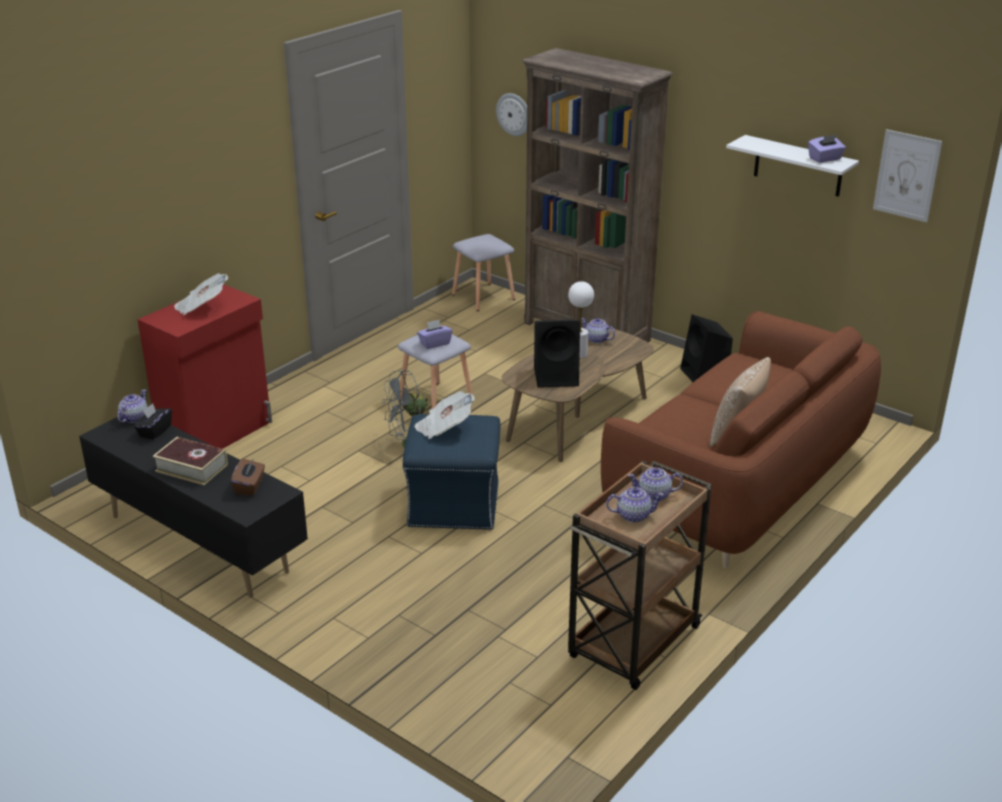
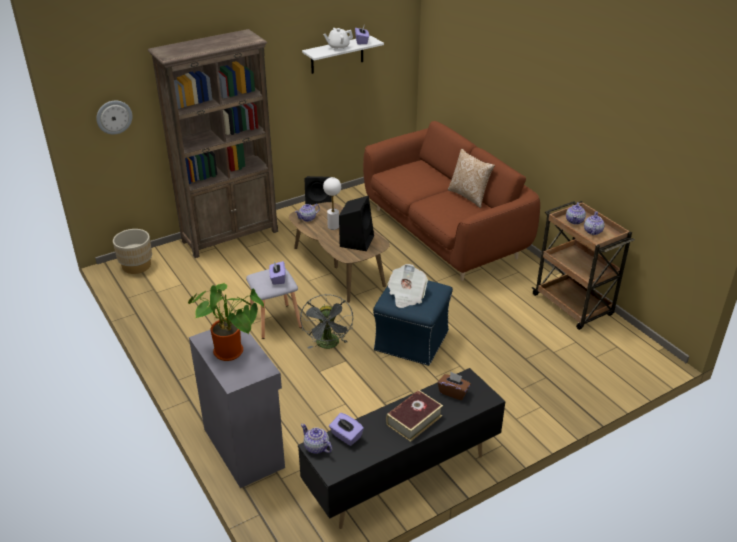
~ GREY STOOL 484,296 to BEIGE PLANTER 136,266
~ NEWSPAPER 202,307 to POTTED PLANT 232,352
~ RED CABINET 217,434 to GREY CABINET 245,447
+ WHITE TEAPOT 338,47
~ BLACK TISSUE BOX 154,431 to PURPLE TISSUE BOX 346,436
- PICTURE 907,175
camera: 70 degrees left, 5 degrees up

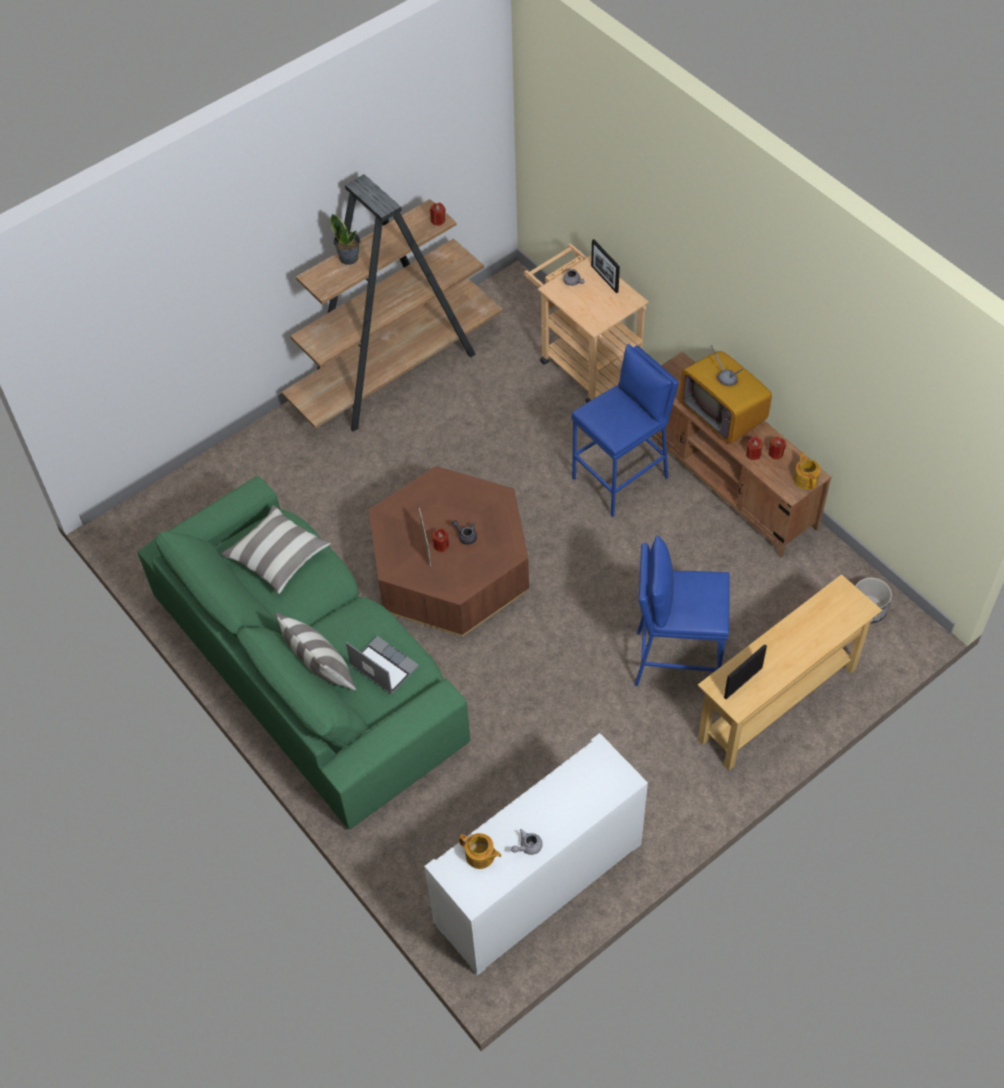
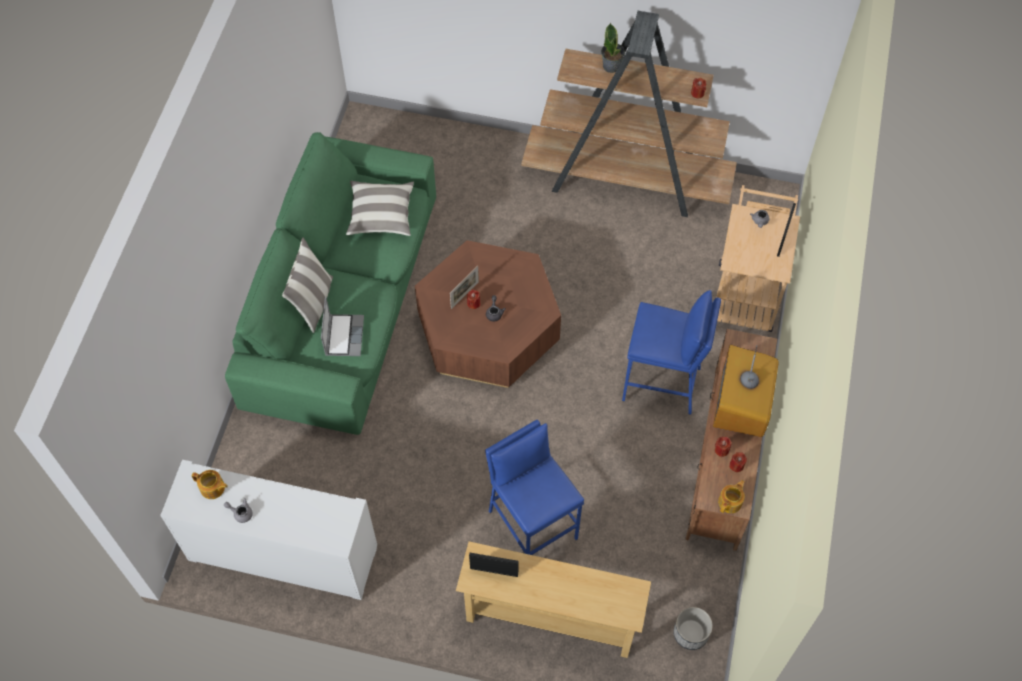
~ TEAPOT 480,856 = 213,488 60 degrees counterclockwise
camera: 50 degrees right, 5 degrees up

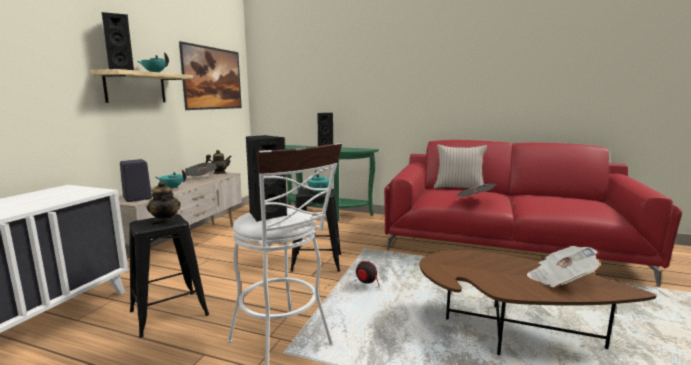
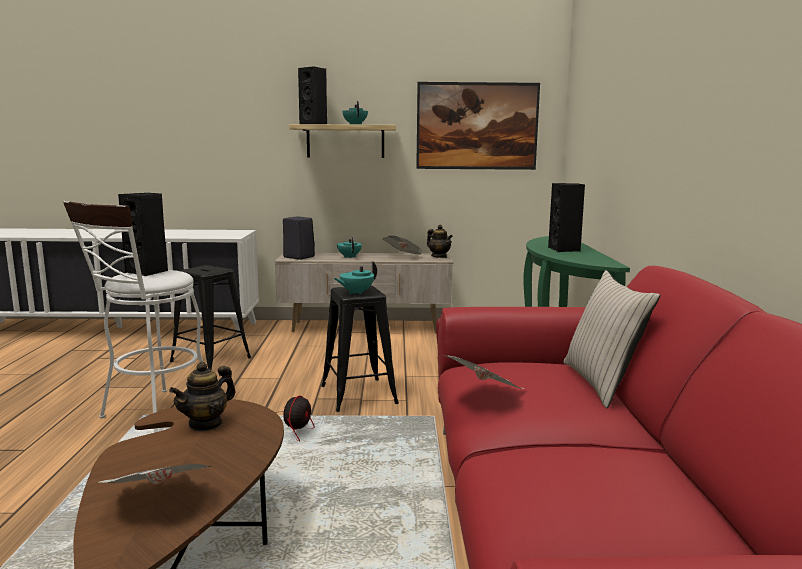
~ TEAPOT 165,220 to 206,424
camera: 70 degrees right, 0 degrees up

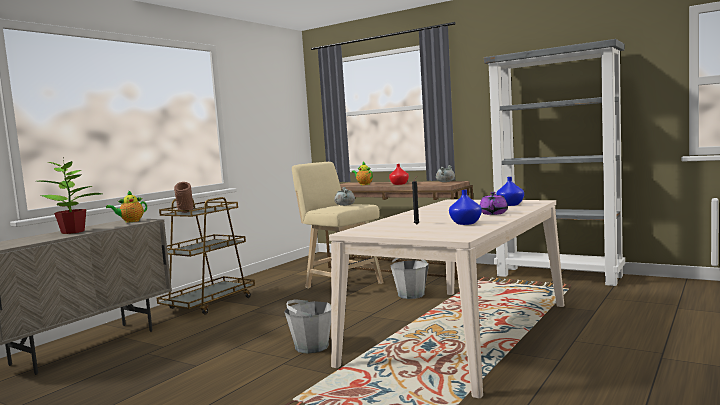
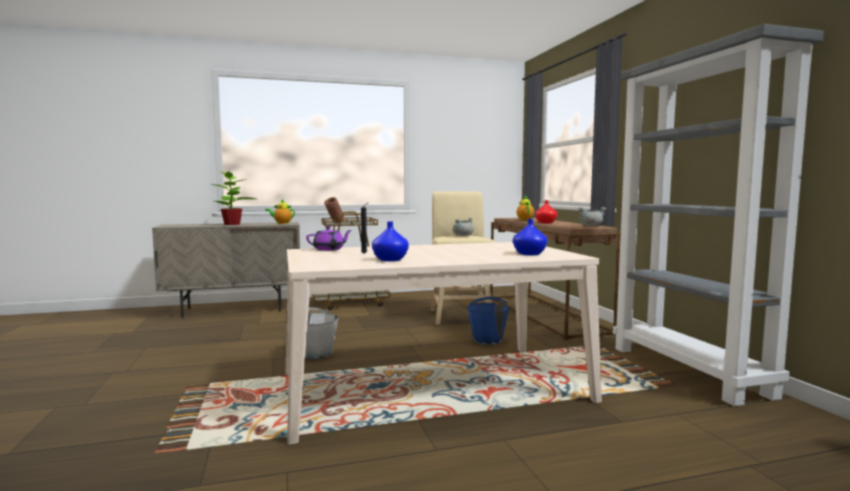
~ PURPLE TEAPOT 493,213 to 329,249
~ GREY BUCKET 411,295 to BLUE BUCKET 487,340
camera: 40 degrees right, 0 degrees up

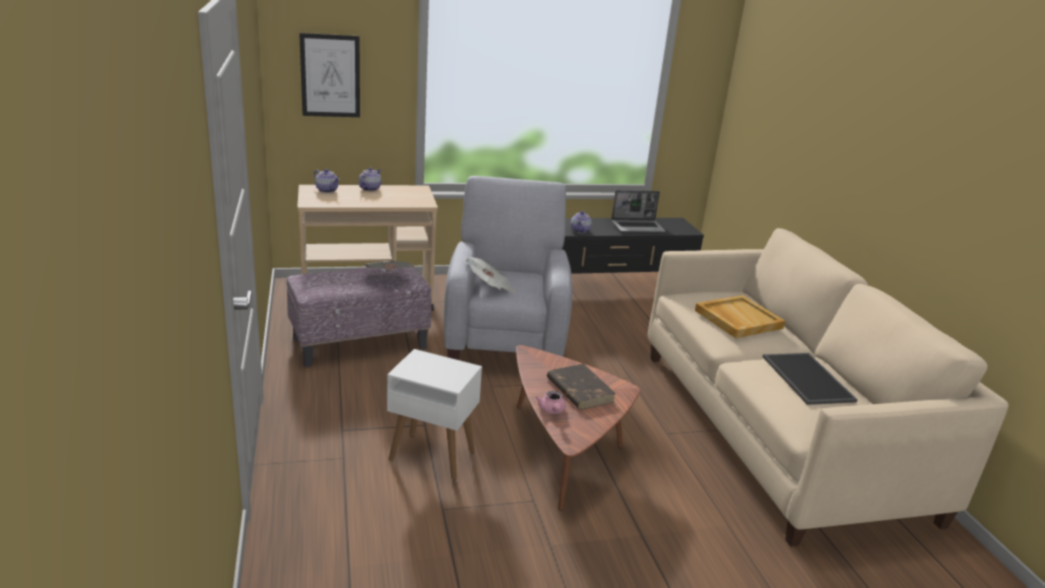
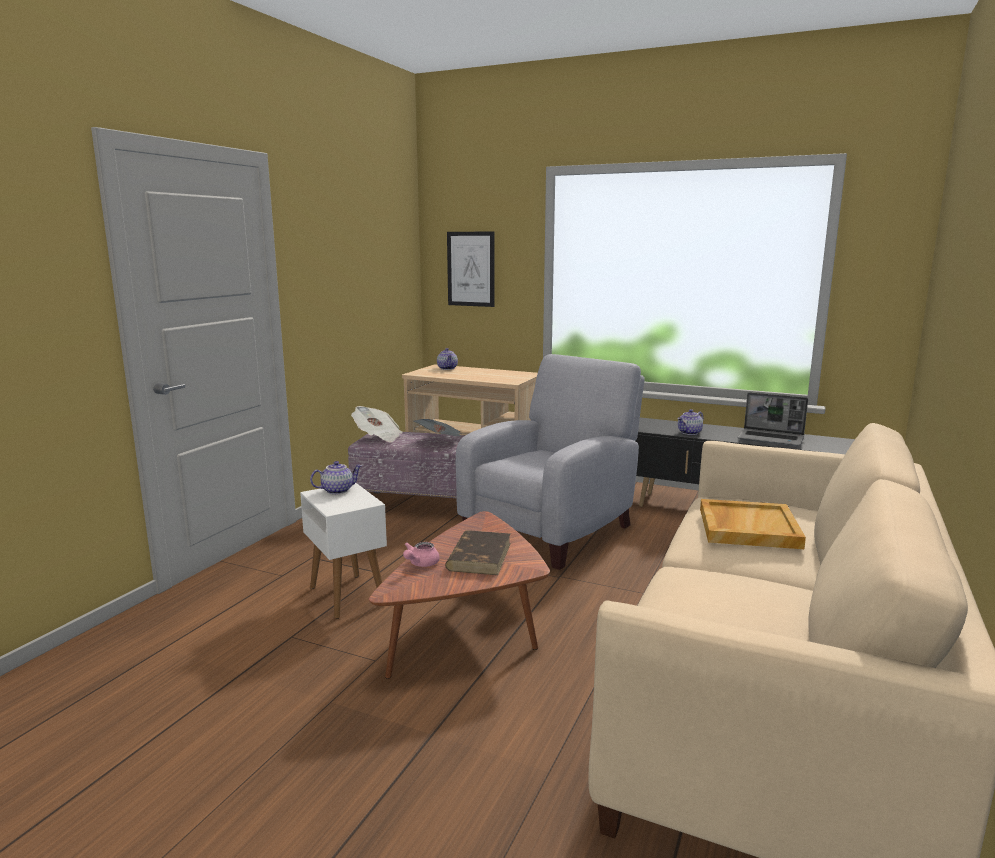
~ TEAPOT 369,188 to 337,490
~ NEWSPAPER 489,288 to 378,437
- TRAY 805,378
camera: 40 degrees right, 10 degrees down

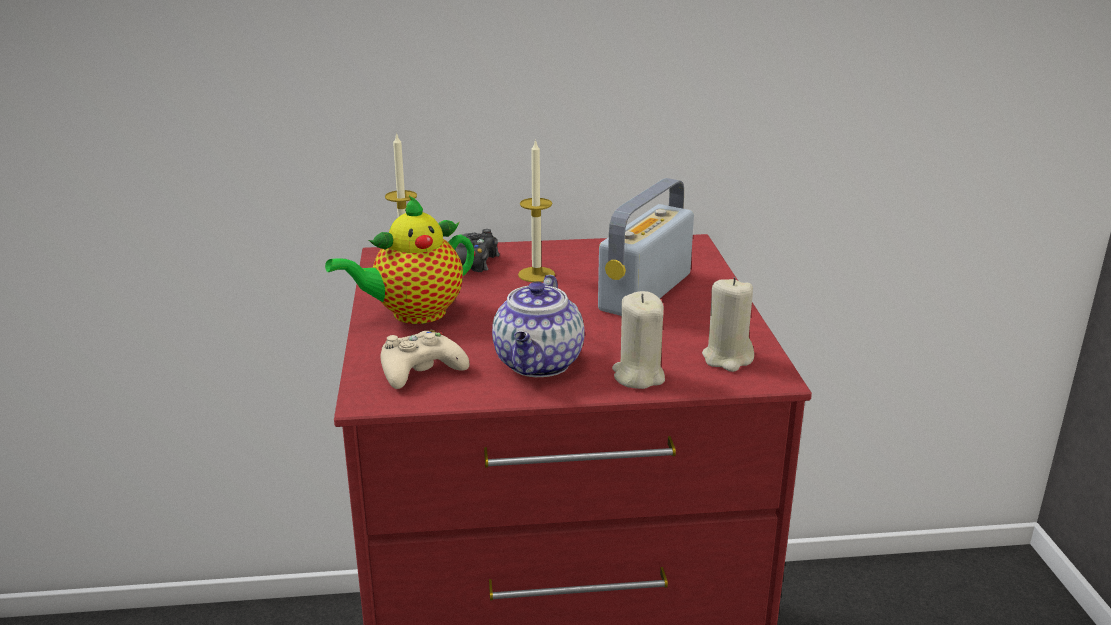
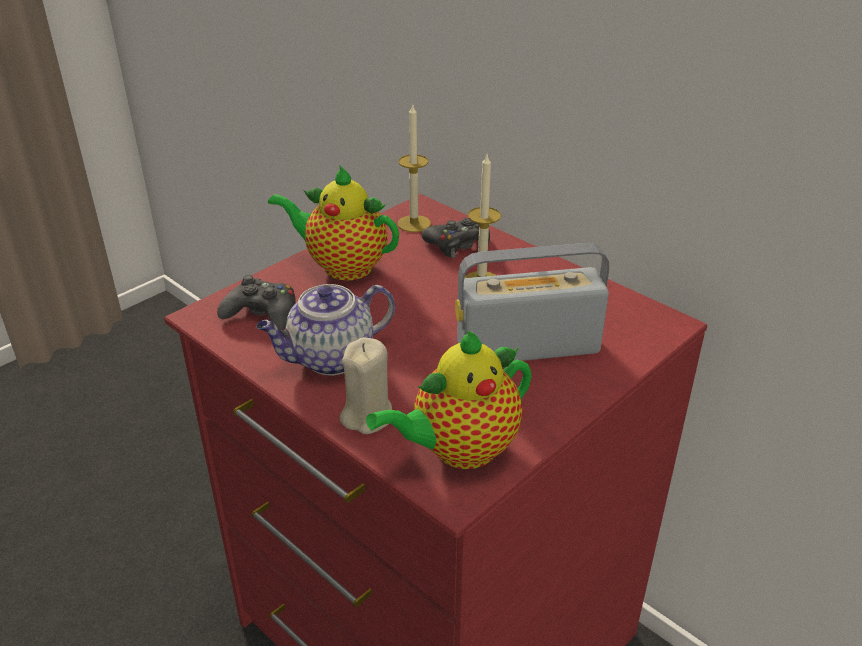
~ BEIGE GAME CONTROLLER 420,370 to BLACK GAME CONTROLLER 262,314
~ BEIGE CANDLE 727,358 to TEAPOT 459,450
camera: 50 degrees right, 10 degrees up

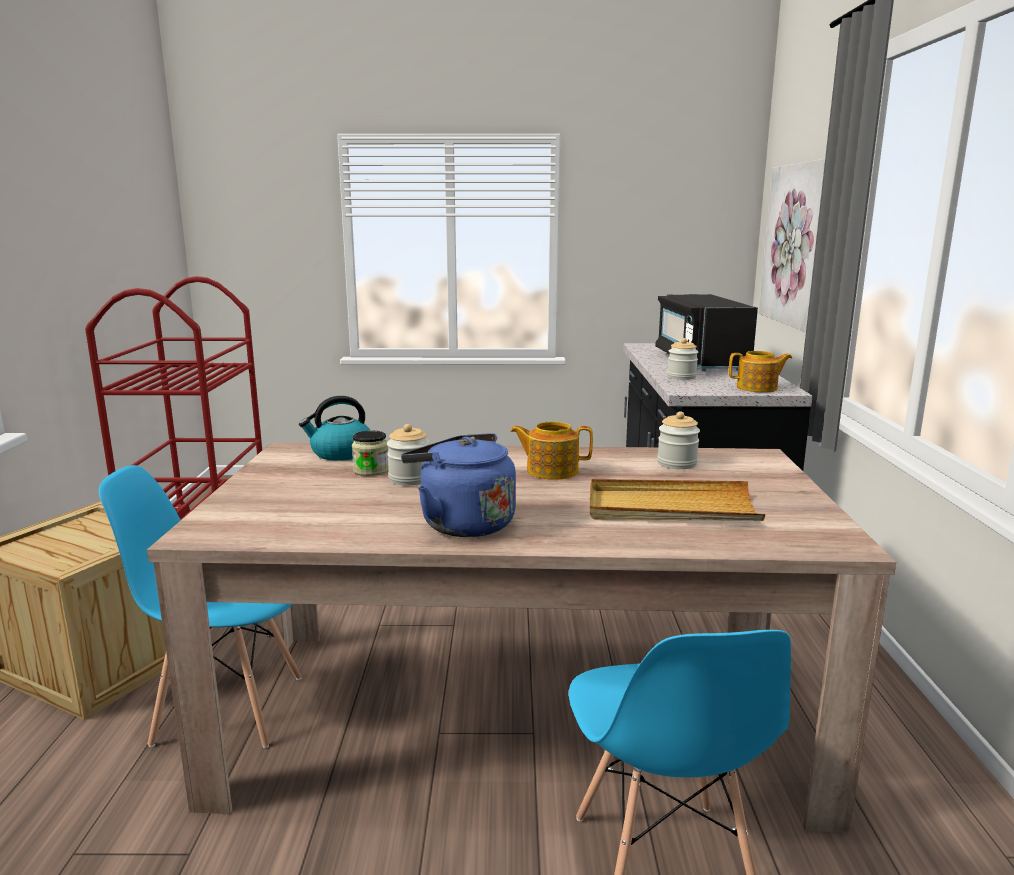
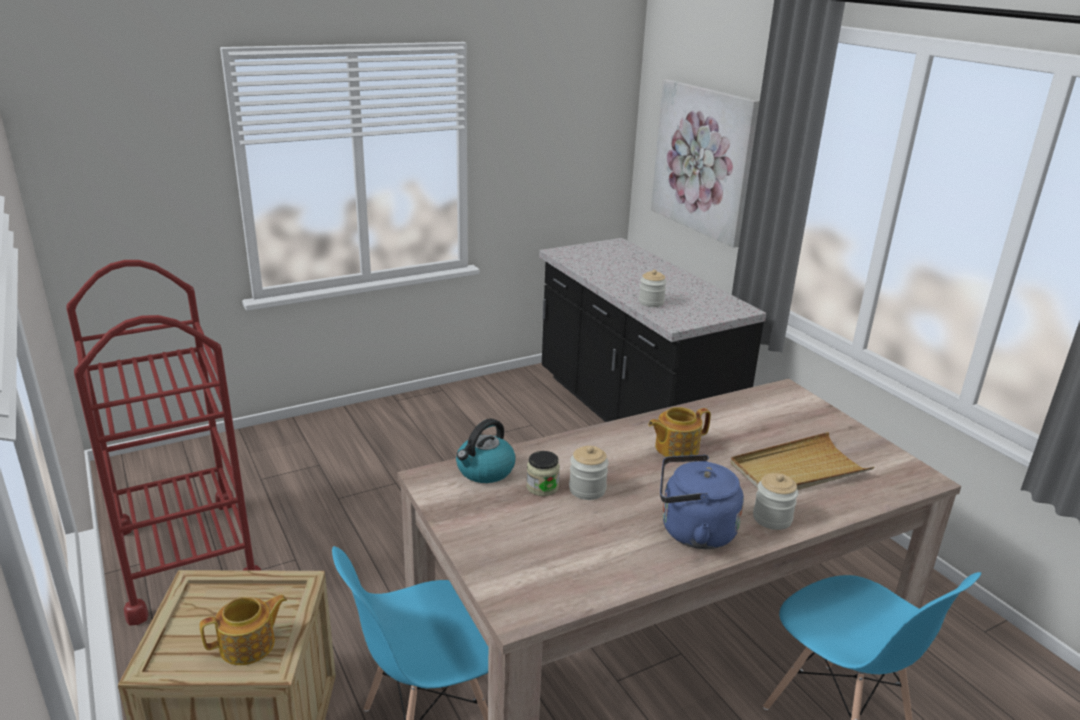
~ TEAPOT 758,388 to 249,645
~ JAR 677,463 to 772,518
- BLACK MICROWAVE 700,361
camera: 30 degrees left, 10 degrees up

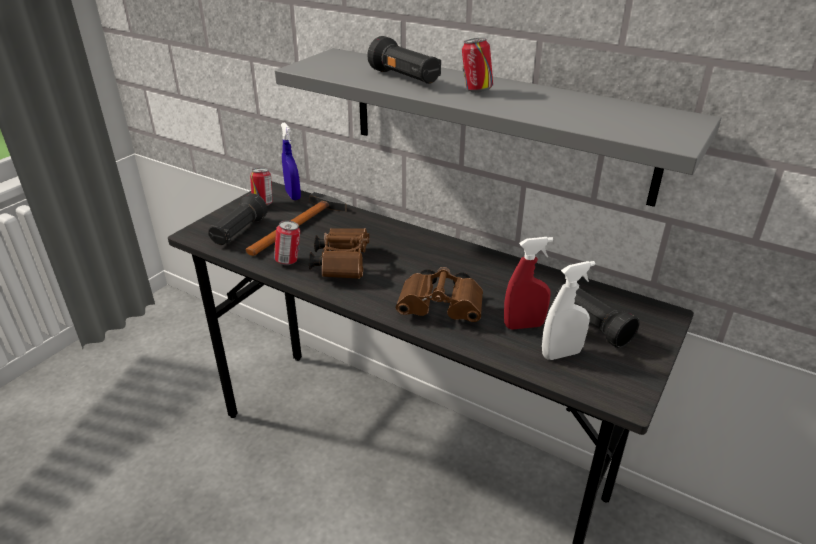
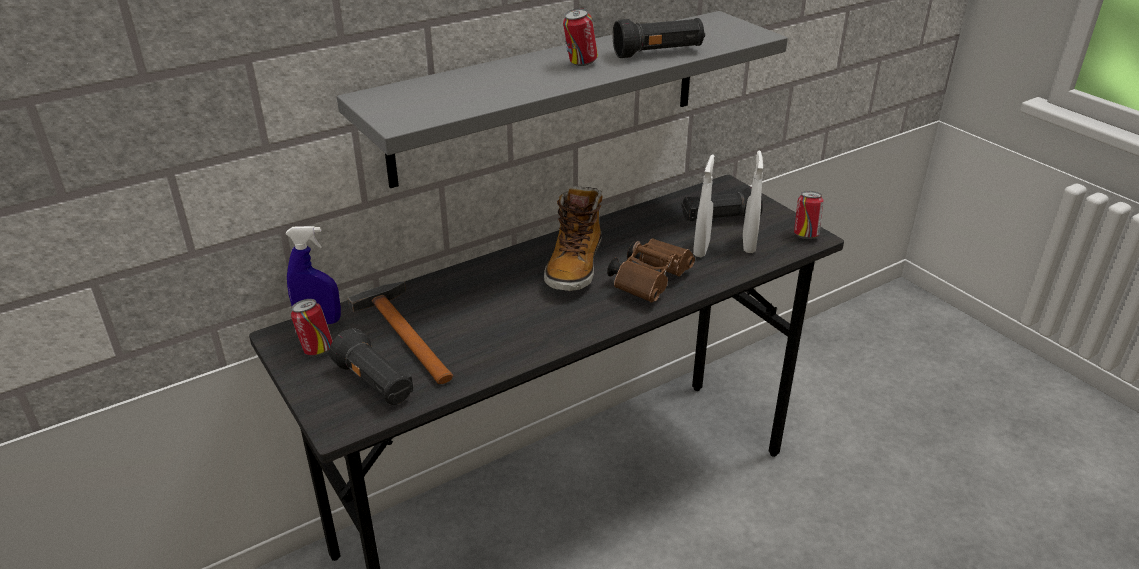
+ BOOT 574,266
~ BLACK FLASHLIGHT 405,78 to 658,53
~ RED SPRAY BOTTLE 524,325 to WHITE SPRAY BOTTLE 701,249
~ CAN 289,261 to 805,235
- BROWN BINOCULARS 342,263
camera: 65 degrees left, 0 degrees up

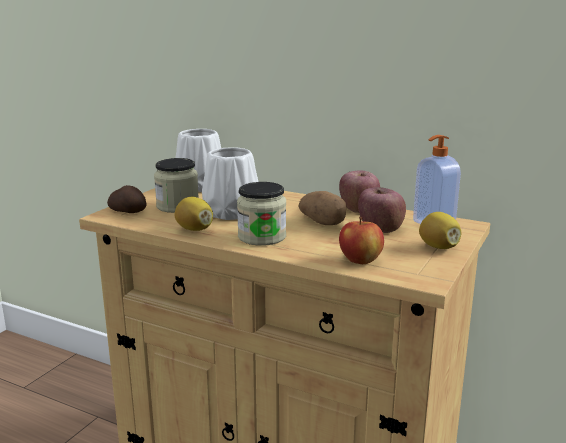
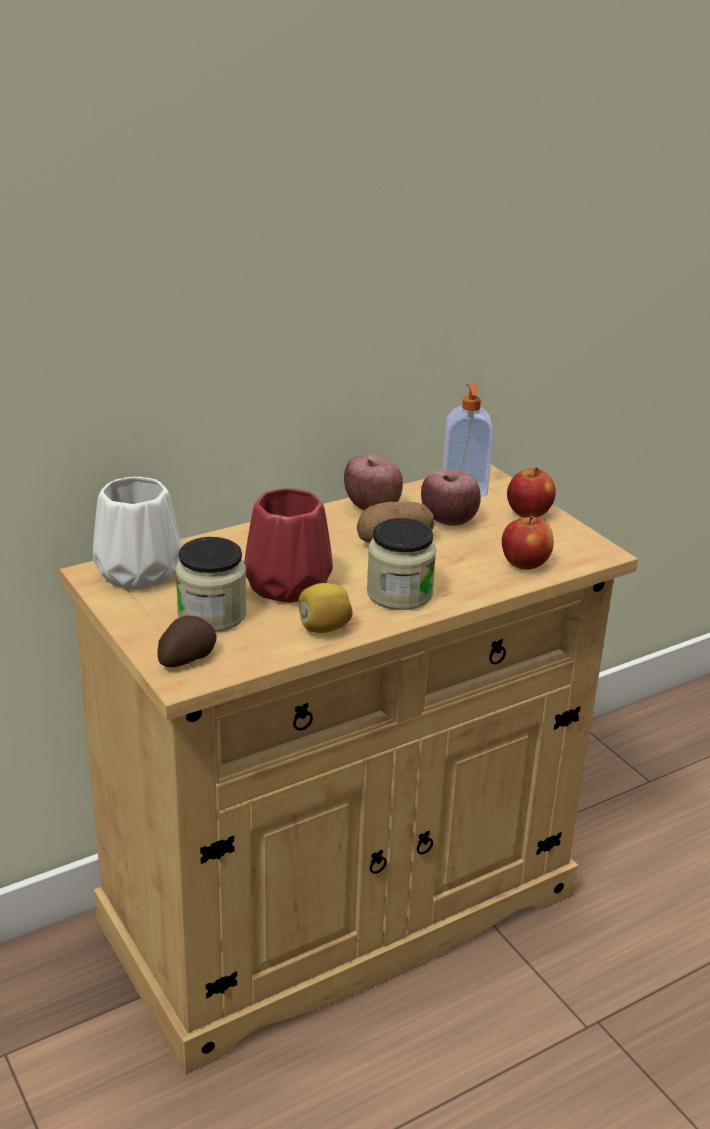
~ WHITE VASE 230,213 to RED VASE 287,586
~ LEMON 438,247 to APPLE 528,513
camera: 60 degrees left, 10 degrees up

